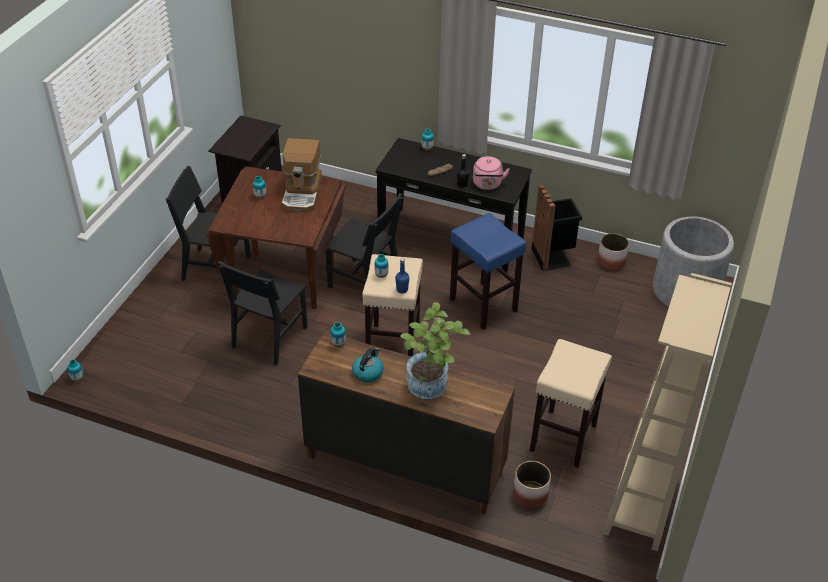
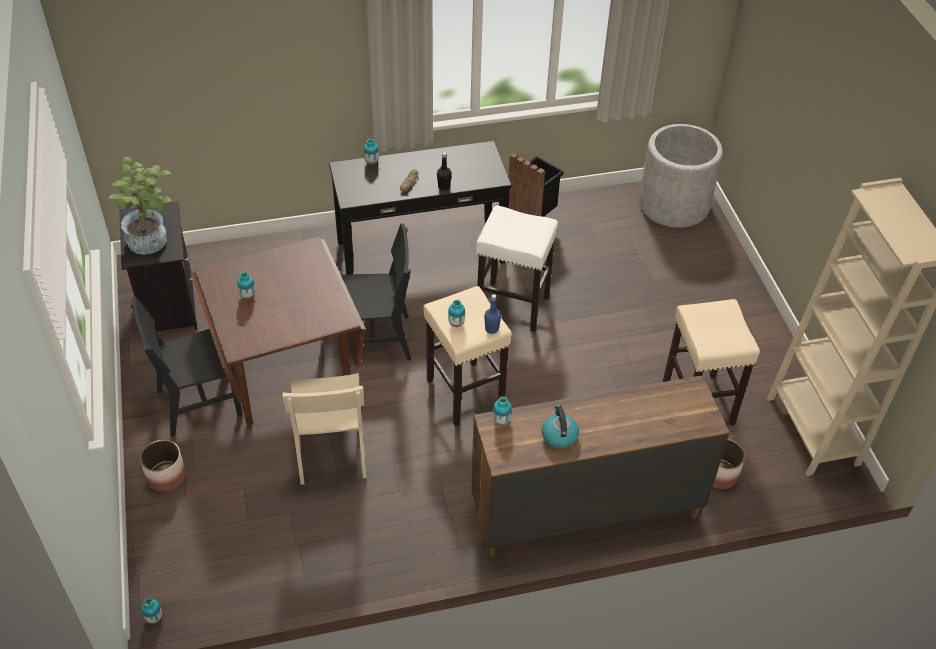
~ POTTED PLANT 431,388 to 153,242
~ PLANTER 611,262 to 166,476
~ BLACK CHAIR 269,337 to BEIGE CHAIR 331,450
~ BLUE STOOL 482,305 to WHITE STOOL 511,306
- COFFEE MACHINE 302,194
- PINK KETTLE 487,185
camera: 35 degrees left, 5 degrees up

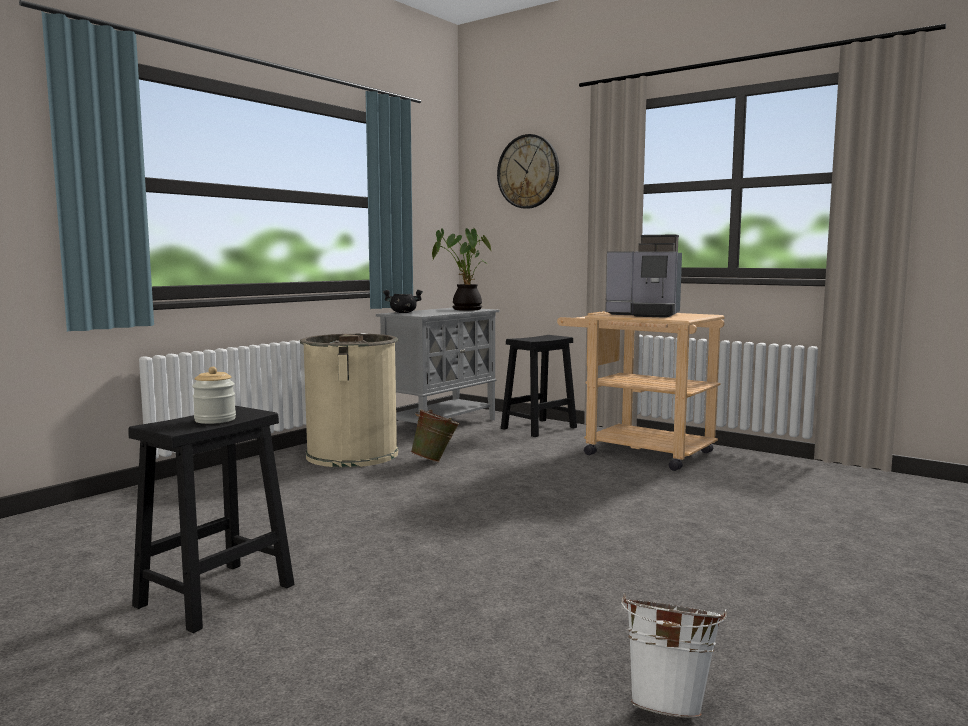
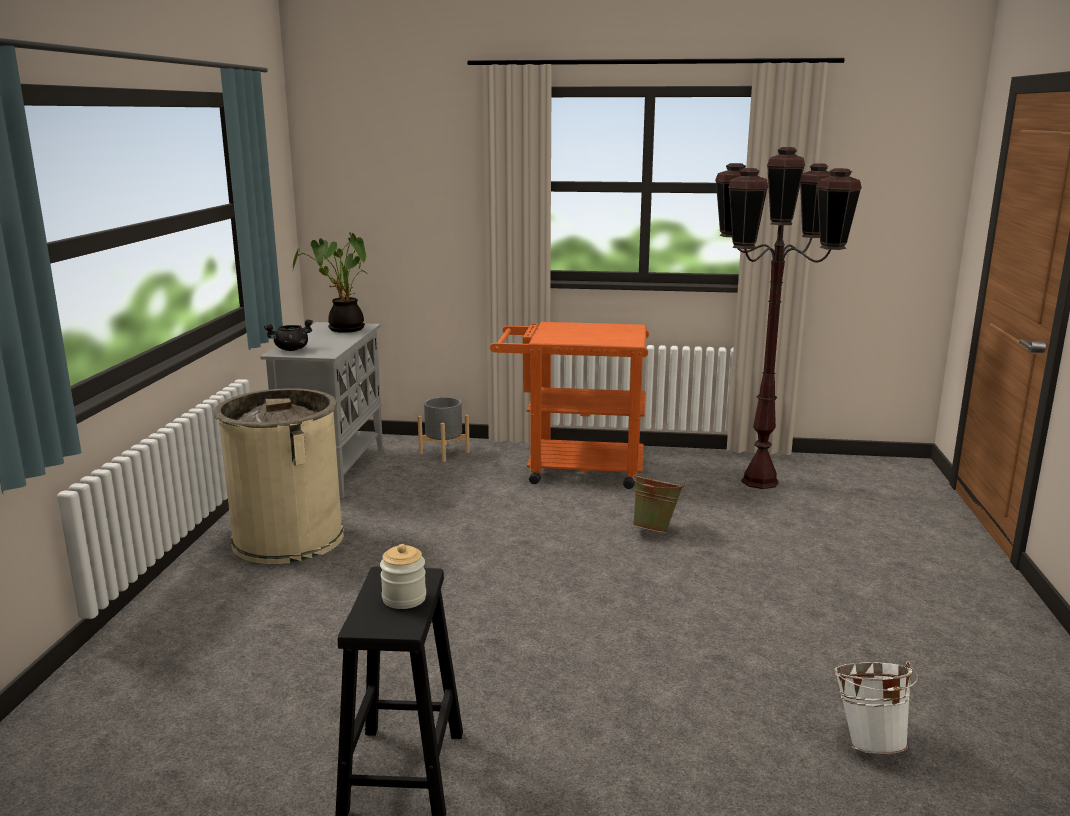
~ BLACK STOOL 539,428 to GREY PLANTER 444,452
~ BEIGE CART 637,451 to ORANGE CART 573,469
~ GREEN BUCKET 436,461 to 655,529
+ BROWN FLOOR LAMP 760,482
- WALL CLOCK 528,171
- COFFEE MACHINE 645,314
camera: 30 degrees left, 10 degrees up

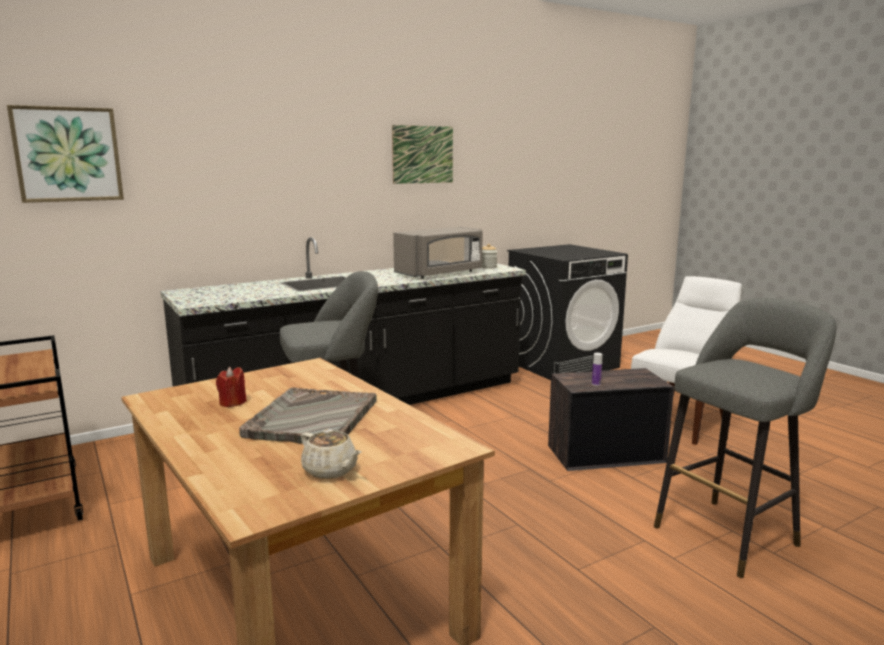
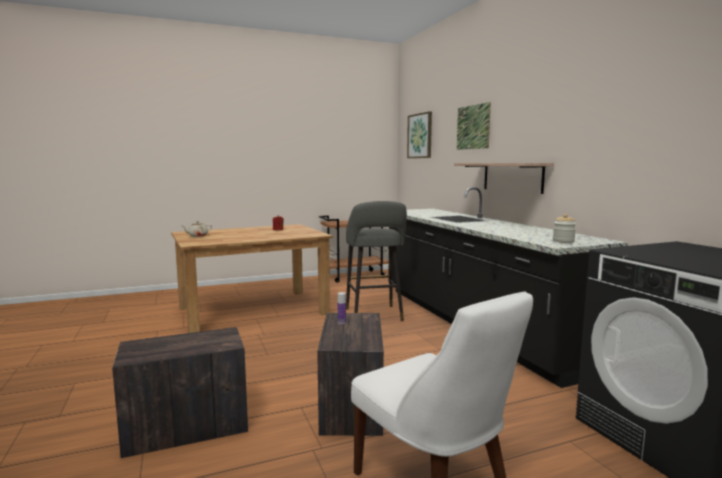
~ GREY STOOL 730,533 to CRATE 184,427
+ SHELF 512,177
~ PICTURE 422,154 to 473,127
- GREY TRAY 312,419
- GREY MICROWAVE 440,273
camera: 100 degrees right, 5 degrees down

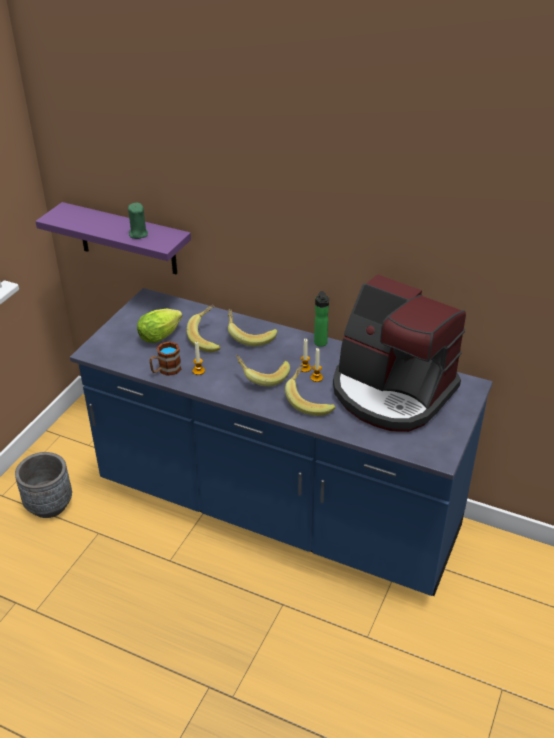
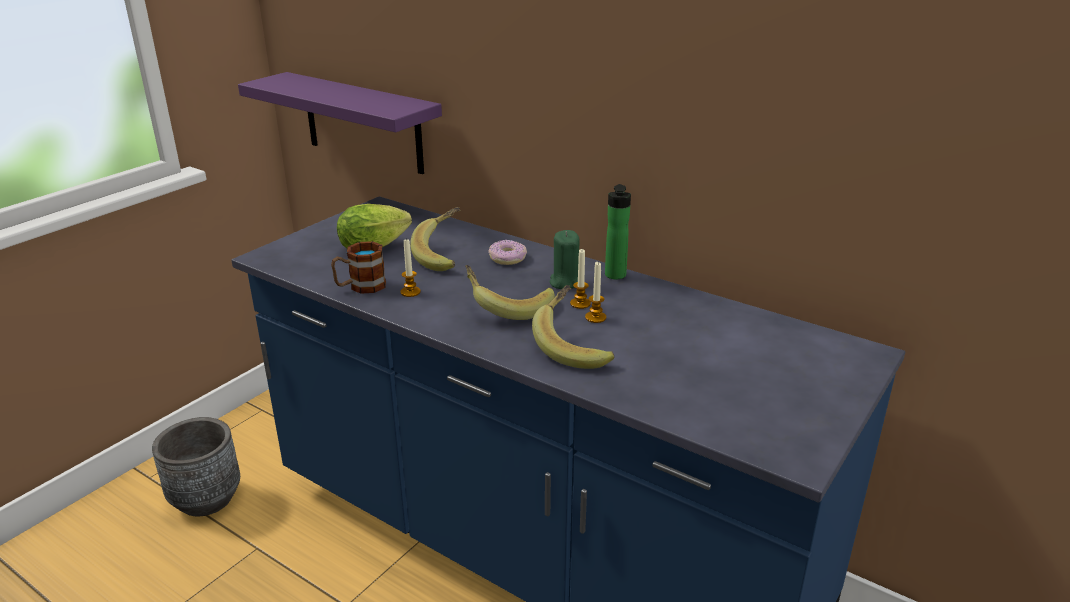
~ BANANA 250,336 to DONUT 507,258
~ GREEN CANDLE 138,234 to 565,282
- COFFEE MACHINE 391,392
camera: 10 degrees right, 10 degrees down

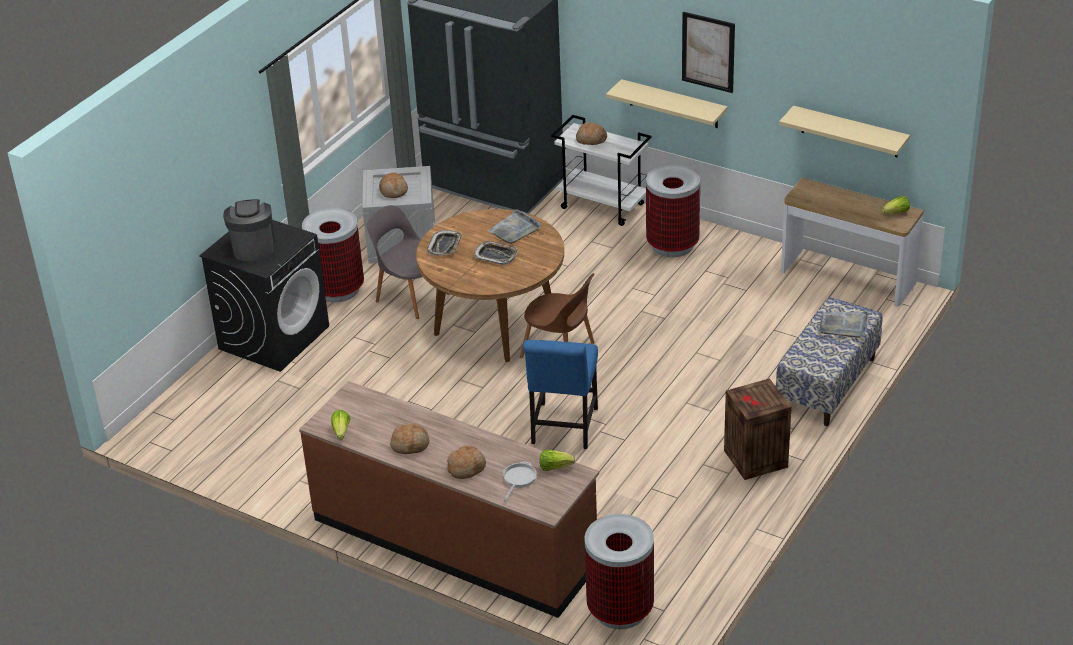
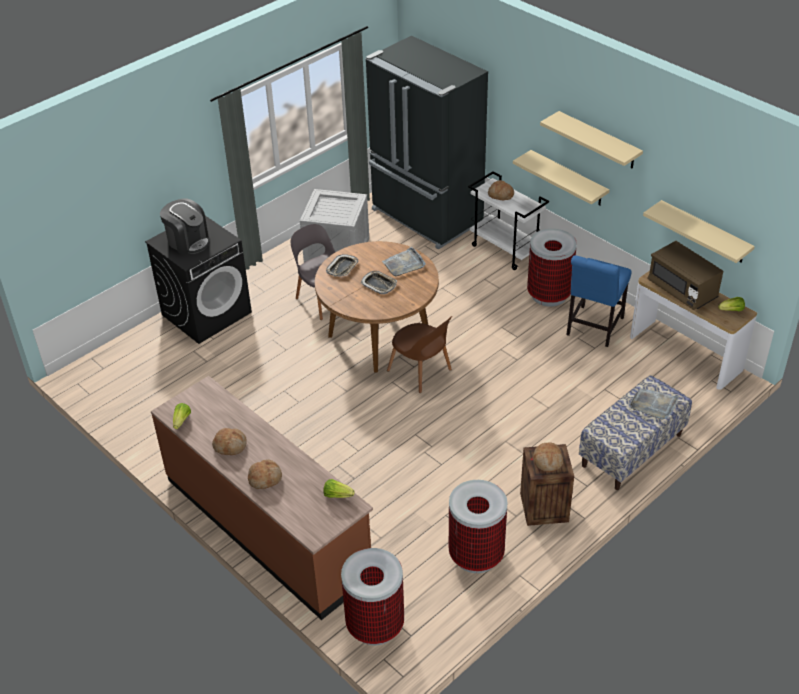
~ COFFEE MACHINE 253,246 = 188,241 120 degrees clockwise
~ TRASH CAN 337,289 to 475,555
~ BREAD 393,191 to 547,461
~ PICTURE 708,52 to BEIGE SHELF 598,140
~ BLUE CHAIR 563,429 to 593,328
+ BROWN MICROWAVE 682,290
- FRYING PAN 518,479
camera: 15 degrees right, 5 degrees up

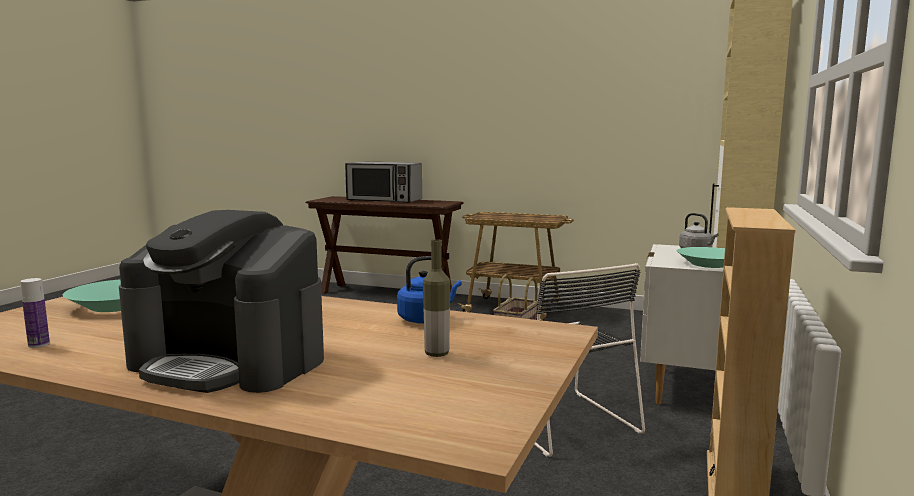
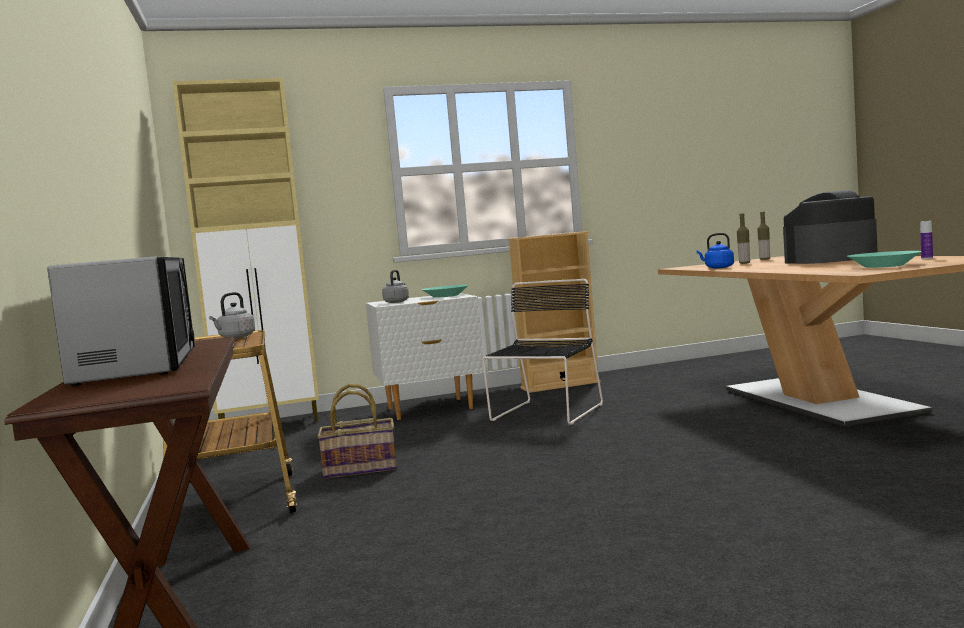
+ GREY KETTLE 235,337
+ BOTTLE 764,259
~ COFFEE MACHINE 230,361 = 831,259 90 degrees counterclockwise
camera: 125 degrees left, 5 degrees down

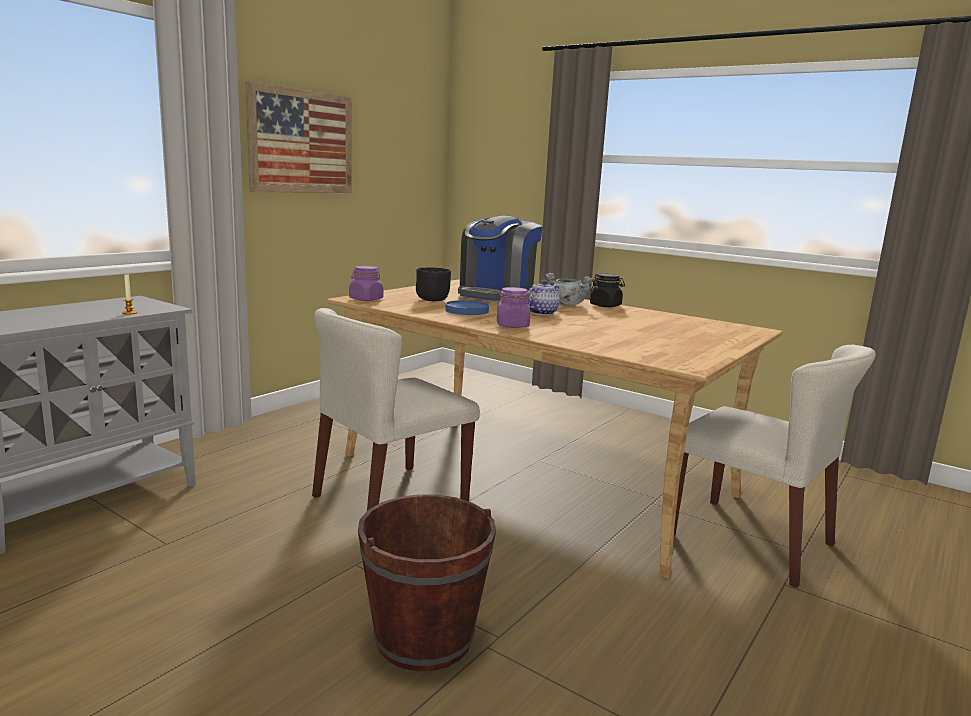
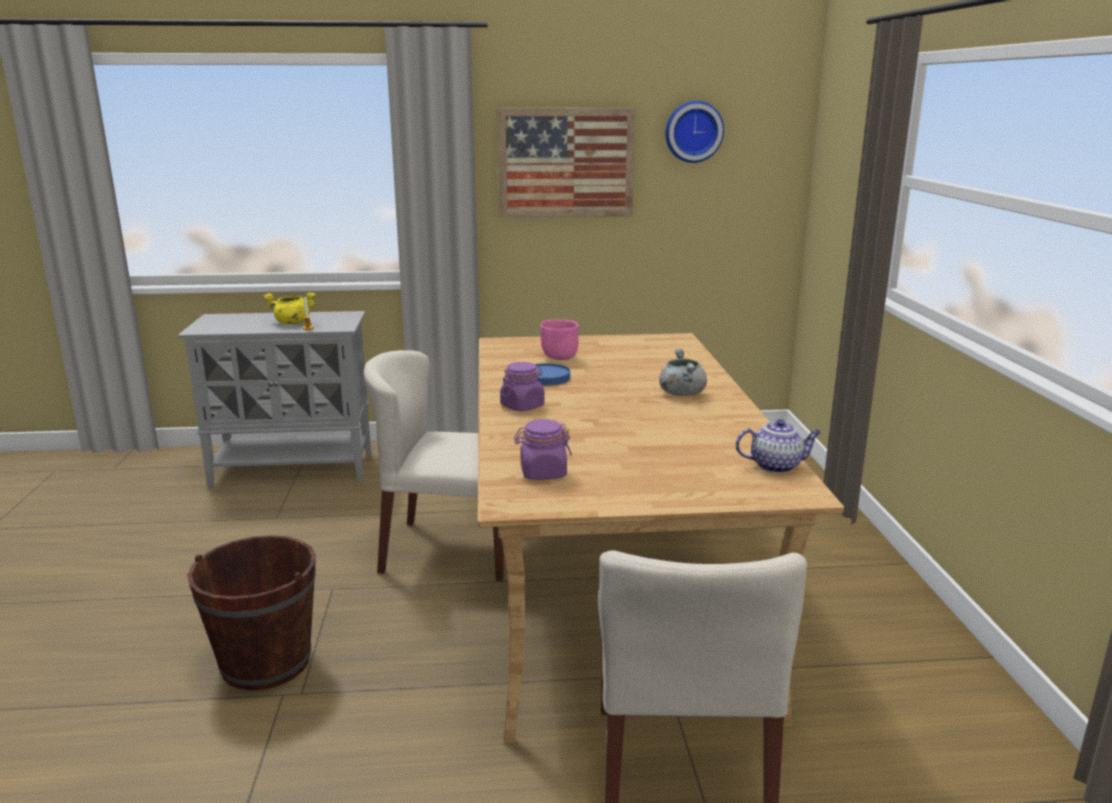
+ YELLOW COOKING POT 292,323
~ PURPLE JAR 366,299 to 543,473
~ BLACK BOWL 433,300 to PINK BOWL 559,358
+ WALL CLOCK 693,131
~ TEAPOT 541,313 to 776,466
- COFFEE MACHINE 496,294
- BLACK JAR 605,305
camera: 50 degrees right, 5 degrees up

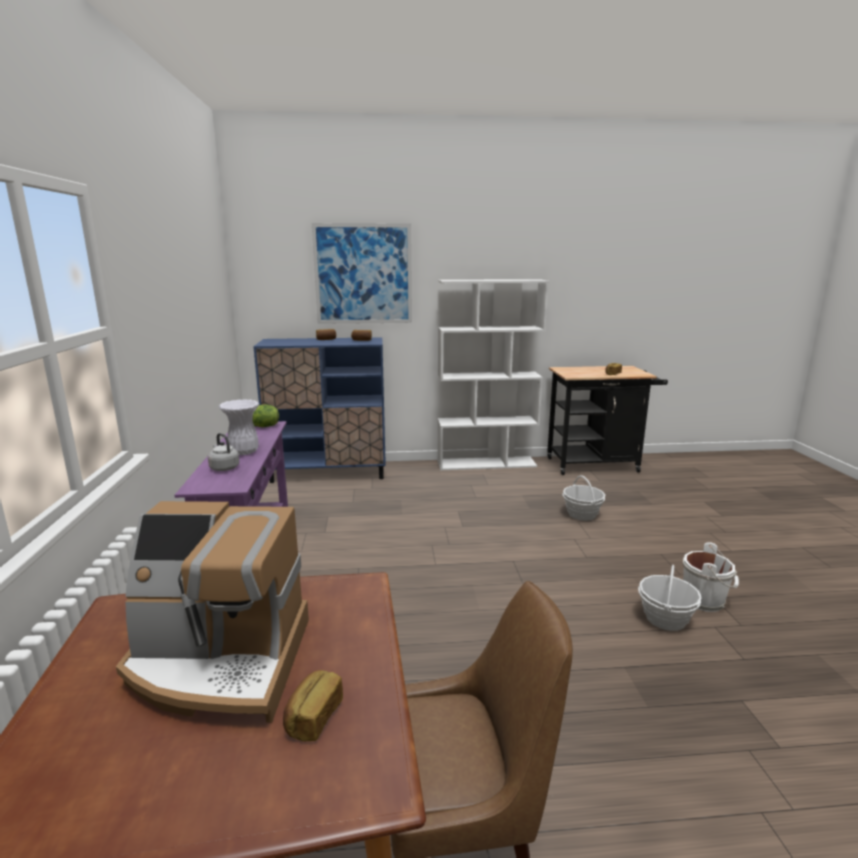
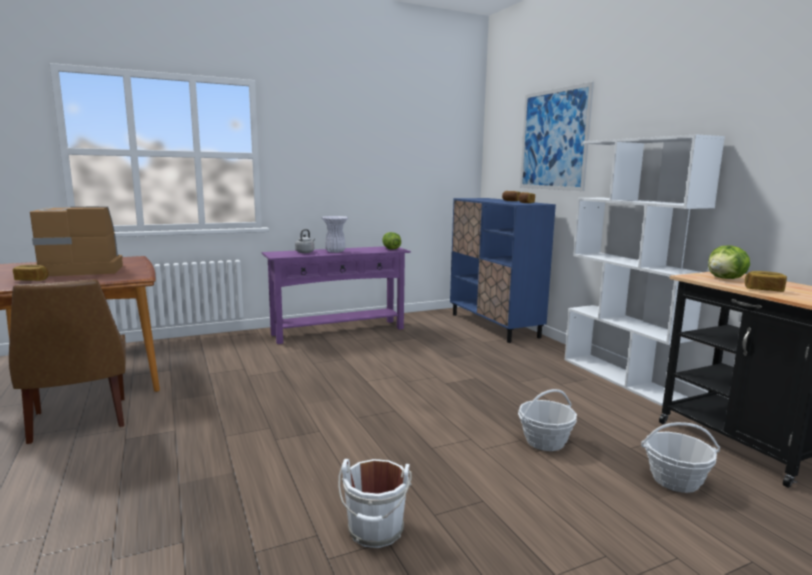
~ COFFEE MACHINE 220,662 = 81,269 90 degrees clockwise
~ BASKET 665,619 to 675,480
+ LETTUCE 726,279
camera: 70 degrees right, 5 degrees down

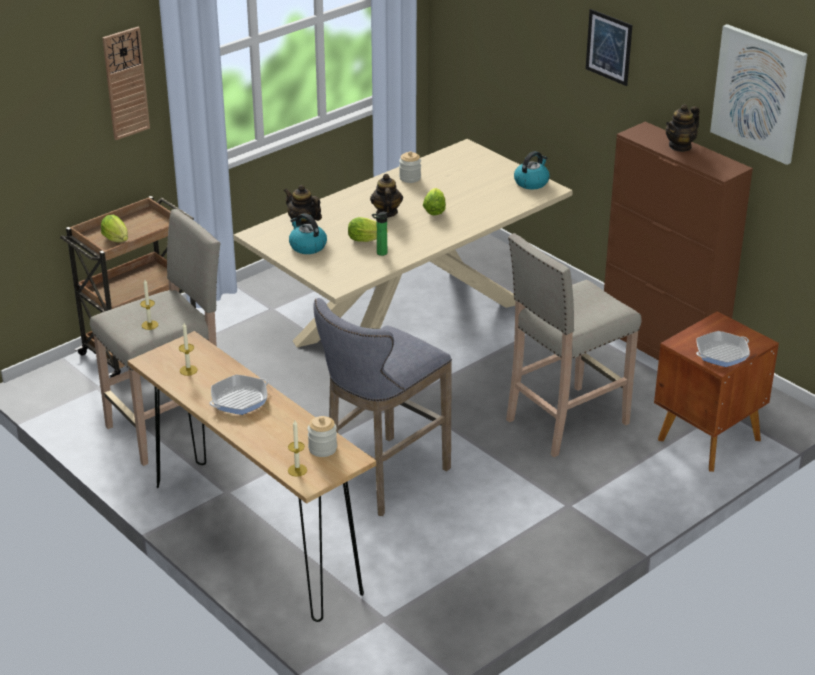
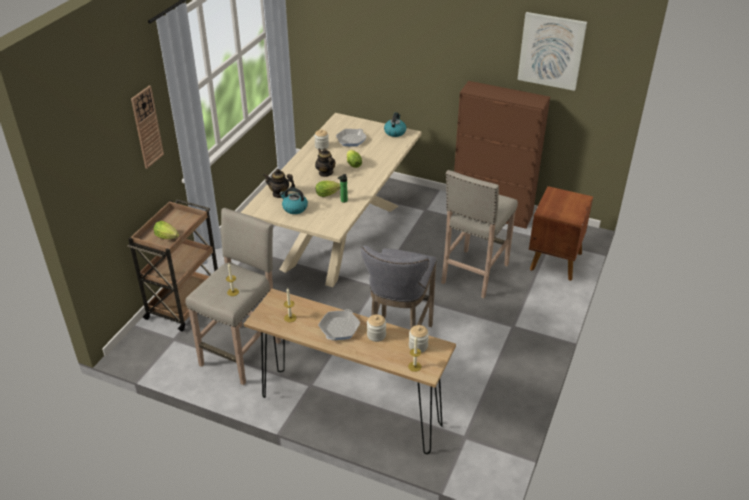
~ FRYING PAN 722,353 to 351,140
+ JAR 376,335
- PICTURE 609,47
- TEAPOT 680,146
camera: 25 degrees left, 5 degrees up

